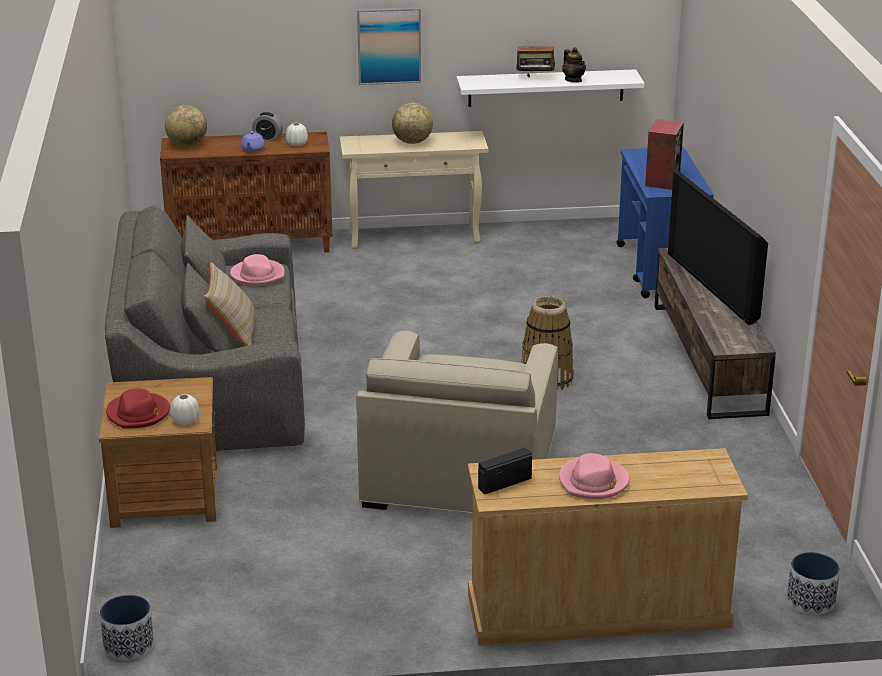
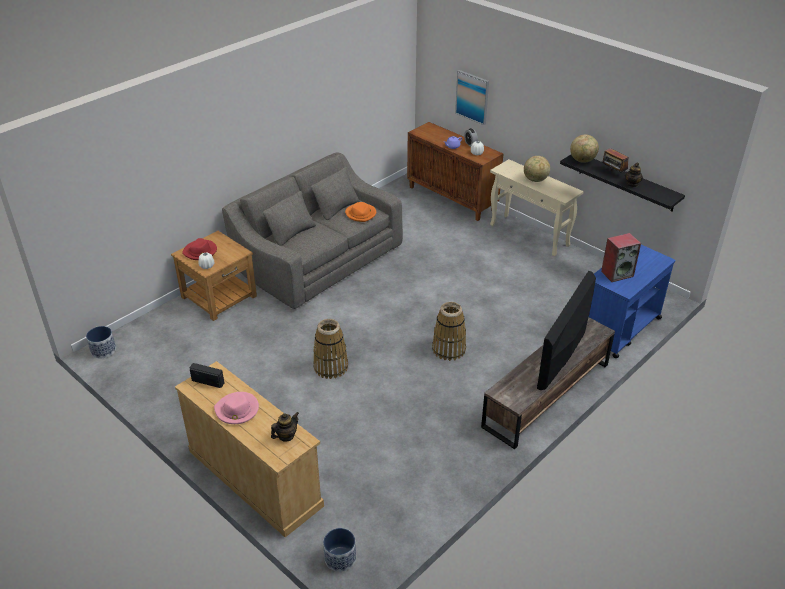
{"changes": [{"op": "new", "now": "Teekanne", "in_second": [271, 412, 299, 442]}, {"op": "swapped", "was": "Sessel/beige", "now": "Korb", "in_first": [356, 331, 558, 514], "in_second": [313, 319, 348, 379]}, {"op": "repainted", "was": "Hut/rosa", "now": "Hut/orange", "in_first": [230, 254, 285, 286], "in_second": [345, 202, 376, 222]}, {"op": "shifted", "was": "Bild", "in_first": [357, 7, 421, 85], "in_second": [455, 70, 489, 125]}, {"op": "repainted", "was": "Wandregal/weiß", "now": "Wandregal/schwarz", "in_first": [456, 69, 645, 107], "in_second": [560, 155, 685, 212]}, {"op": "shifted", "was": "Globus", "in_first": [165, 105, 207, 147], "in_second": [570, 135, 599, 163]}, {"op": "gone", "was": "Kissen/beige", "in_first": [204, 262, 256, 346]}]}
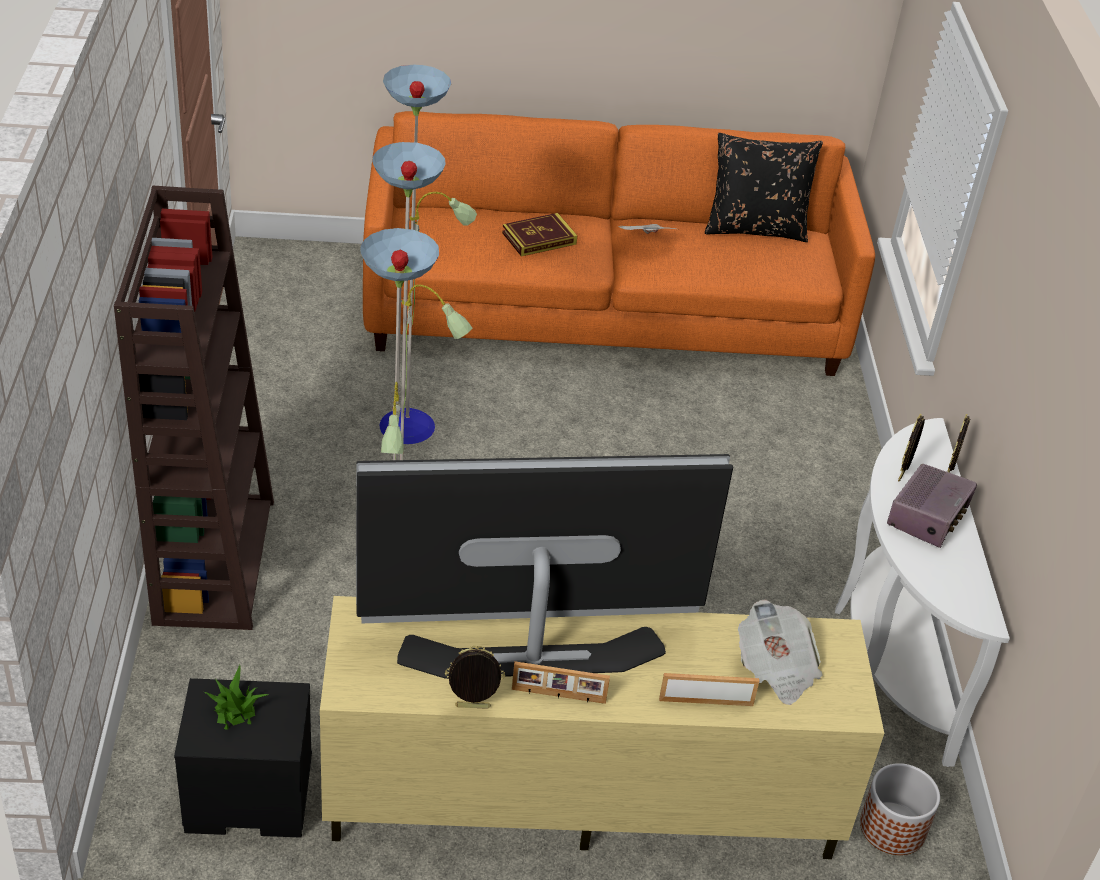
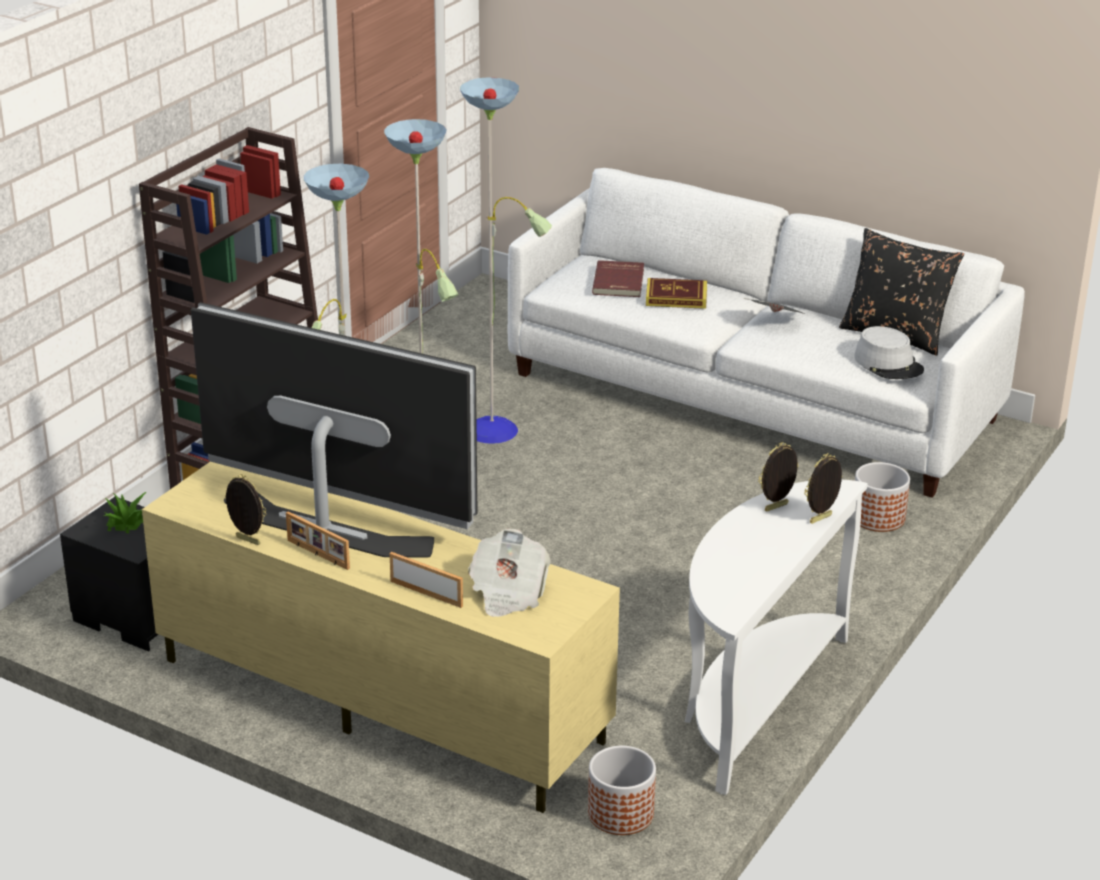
{"changes": [{"op": "repainted", "was": "Sofa/orange", "now": "Sofa/weiß", "in_first": [363, 111, 875, 376], "in_second": [508, 168, 1025, 498]}, {"op": "new", "now": "Buch/rot", "in_second": [592, 260, 644, 297]}, {"op": "new", "now": "Hut/grau", "in_second": [854, 326, 924, 379]}, {"op": "new", "now": "Pflanzkübel", "in_second": [855, 462, 910, 532]}, {"op": "gone", "was": "Radio", "in_first": [887, 464, 977, 548]}]}
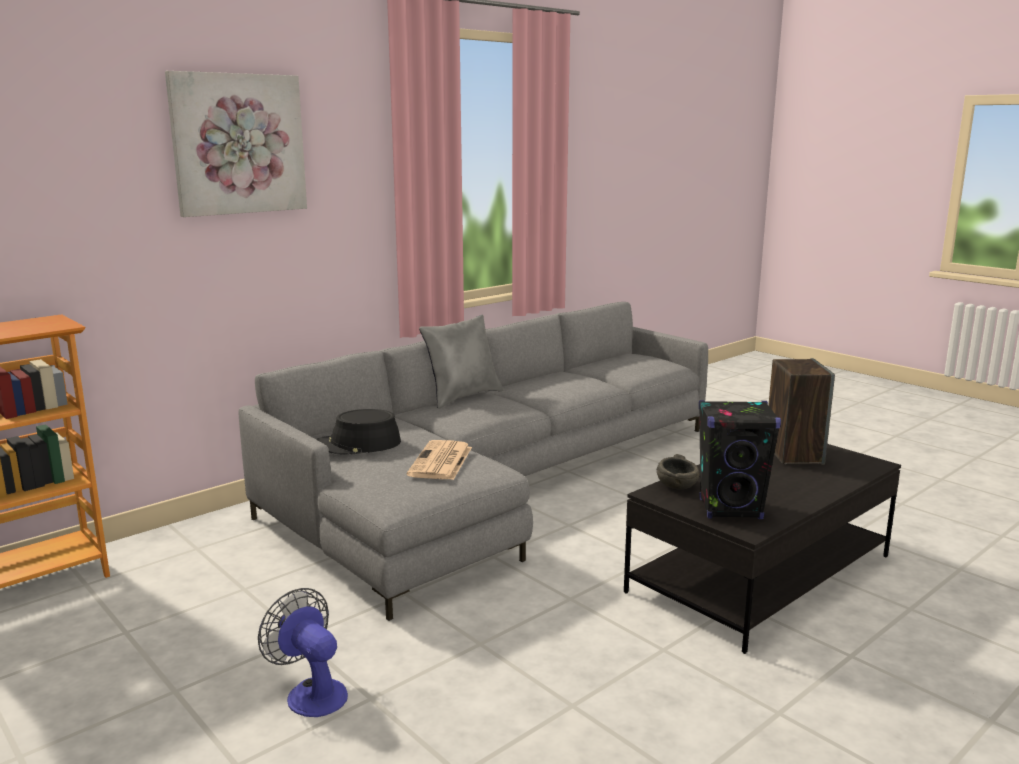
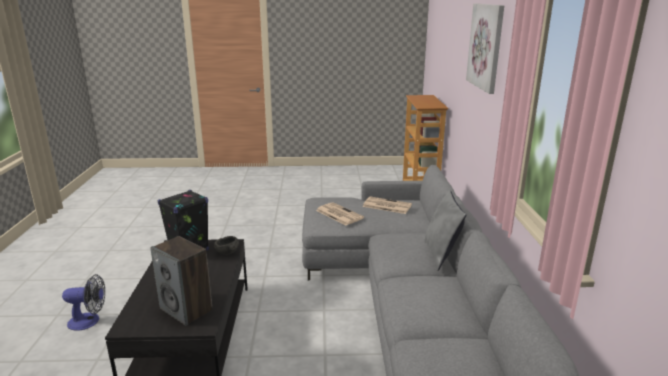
{"changes": [{"op": "shifted", "was": "Ventilator", "in_first": [258, 588, 348, 717], "in_second": [62, 274, 105, 331]}, {"op": "swapped", "was": "Hut/schwarz", "now": "Zeitung", "in_first": [316, 409, 401, 455], "in_second": [363, 196, 412, 214]}]}
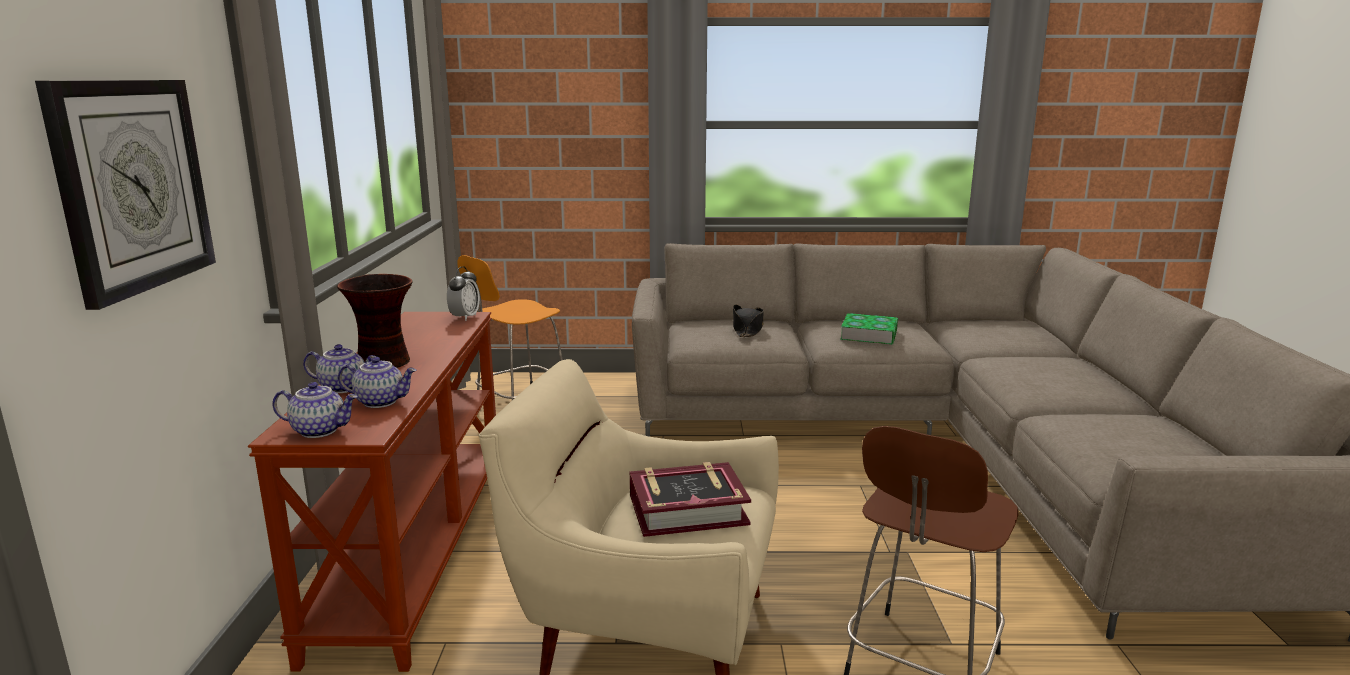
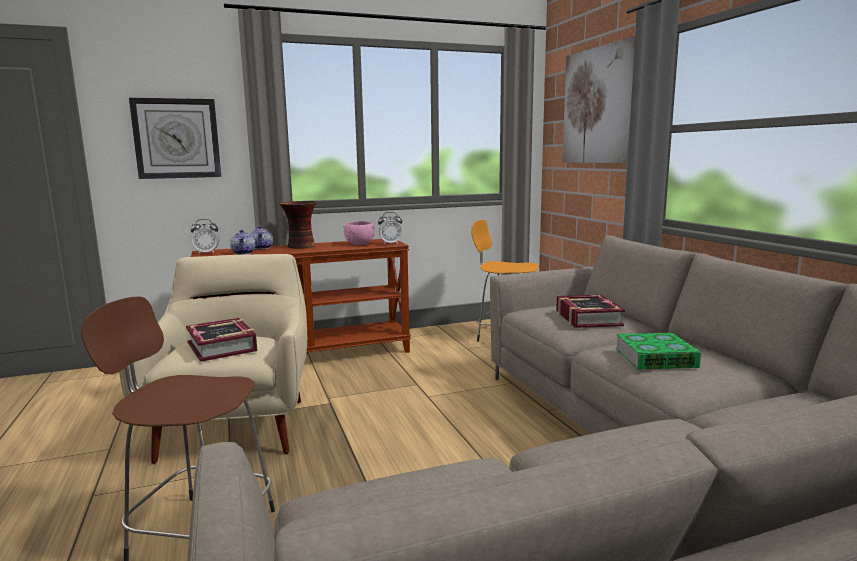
{"changes": [{"op": "swapped", "was": "Teekanne", "now": "Wecker", "in_first": [272, 382, 358, 438], "in_second": [191, 219, 219, 254]}, {"op": "new", "now": "Schüssel/rosa", "in_second": [343, 221, 375, 246]}, {"op": "swapped", "was": "Hut/schwarz", "now": "Buch", "in_first": [733, 304, 764, 337], "in_second": [556, 295, 625, 328]}, {"op": "new", "now": "Bild", "in_second": [562, 36, 635, 163]}]}
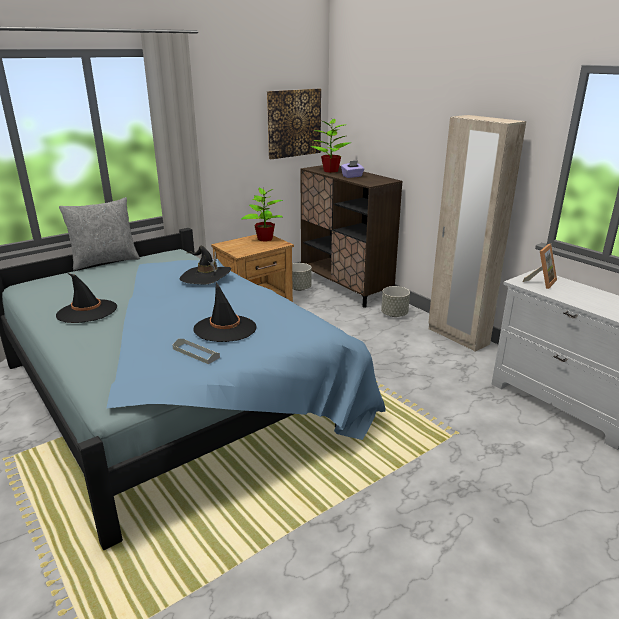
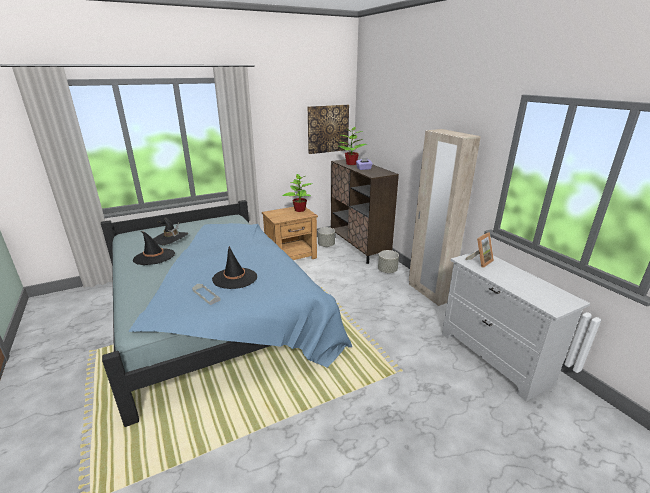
{"changes": [{"op": "shifted", "was": "Hut/schwarz", "in_first": [180, 246, 231, 284], "in_second": [153, 218, 188, 245]}, {"op": "gone", "was": "Kissen/grau", "in_first": [59, 197, 140, 271]}]}
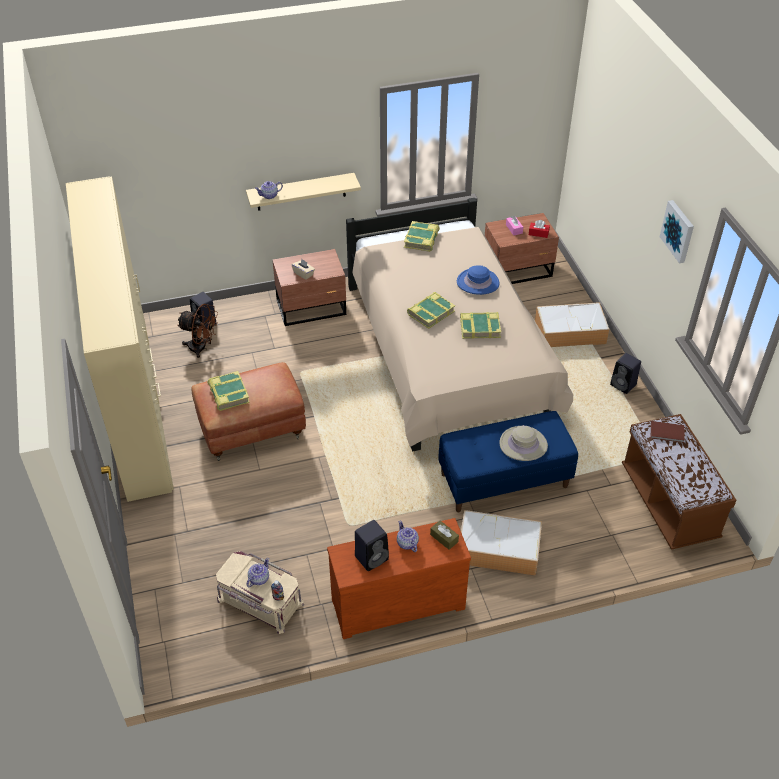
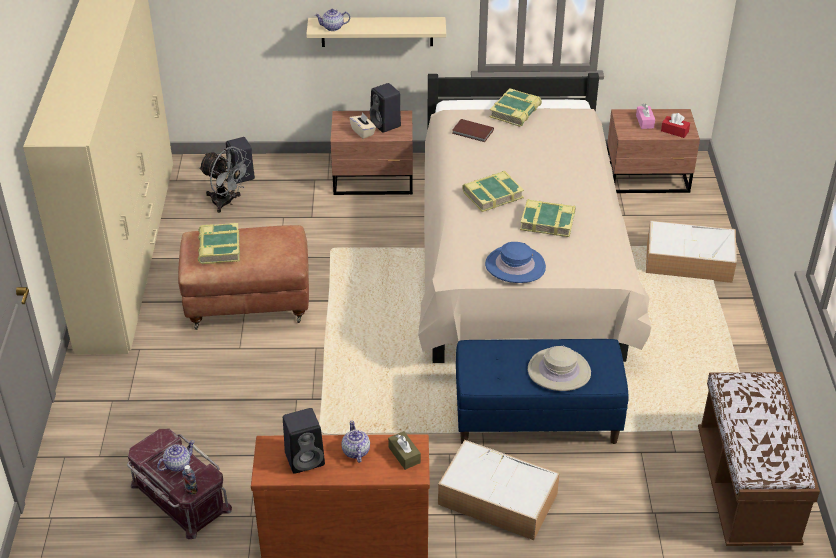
{"changes": [{"op": "repainted", "was": "Aufbewahrungsbox/beige", "now": "Aufbewahrungsbox/rot", "in_first": [216, 551, 304, 634], "in_second": [127, 429, 232, 539]}, {"op": "repainted", "was": "Ventilator/braun", "now": "Ventilator/grau", "in_first": [177, 304, 218, 358], "in_second": [199, 147, 251, 213]}, {"op": "shifted", "was": "Lautsprecher/schwarz", "in_first": [610, 353, 641, 394], "in_second": [370, 83, 401, 133]}, {"op": "shifted", "was": "Buch/braun", "in_first": [651, 421, 685, 443], "in_second": [452, 119, 494, 142]}, {"op": "shifted", "was": "Hut/blau", "in_first": [457, 265, 500, 295], "in_second": [485, 242, 546, 283]}, {"op": "gone", "was": "Bild", "in_first": [660, 200, 694, 263]}]}
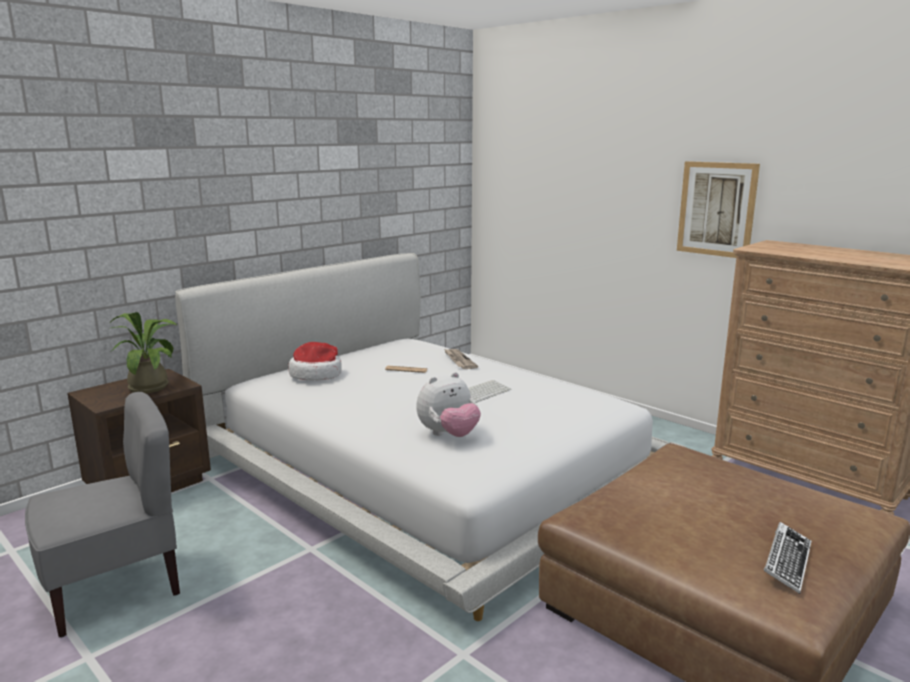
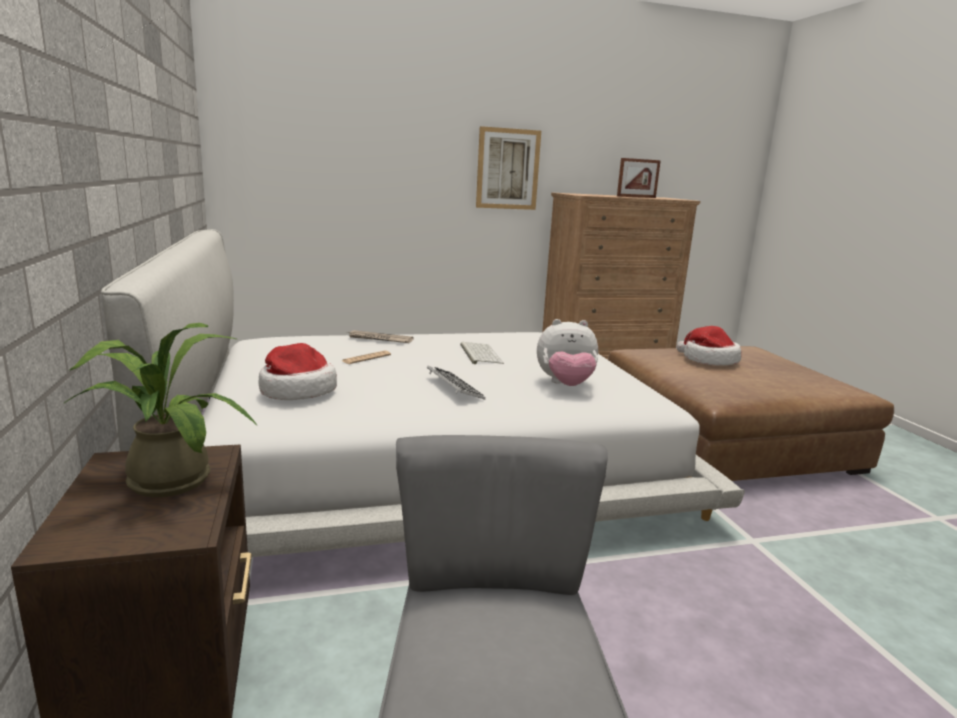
{"changes": [{"op": "shifted", "was": "Tastatur", "in_first": [764, 522, 812, 594], "in_second": [427, 366, 485, 400]}, {"op": "rotated", "was": "Plüschtier", "in_first": [416, 372, 481, 437], "in_second": [537, 319, 598, 386], "clockwise": 90}, {"op": "new", "now": "Bilderrahmen", "in_second": [617, 158, 661, 198]}, {"op": "new", "now": "Hut", "in_second": [677, 326, 742, 366]}]}
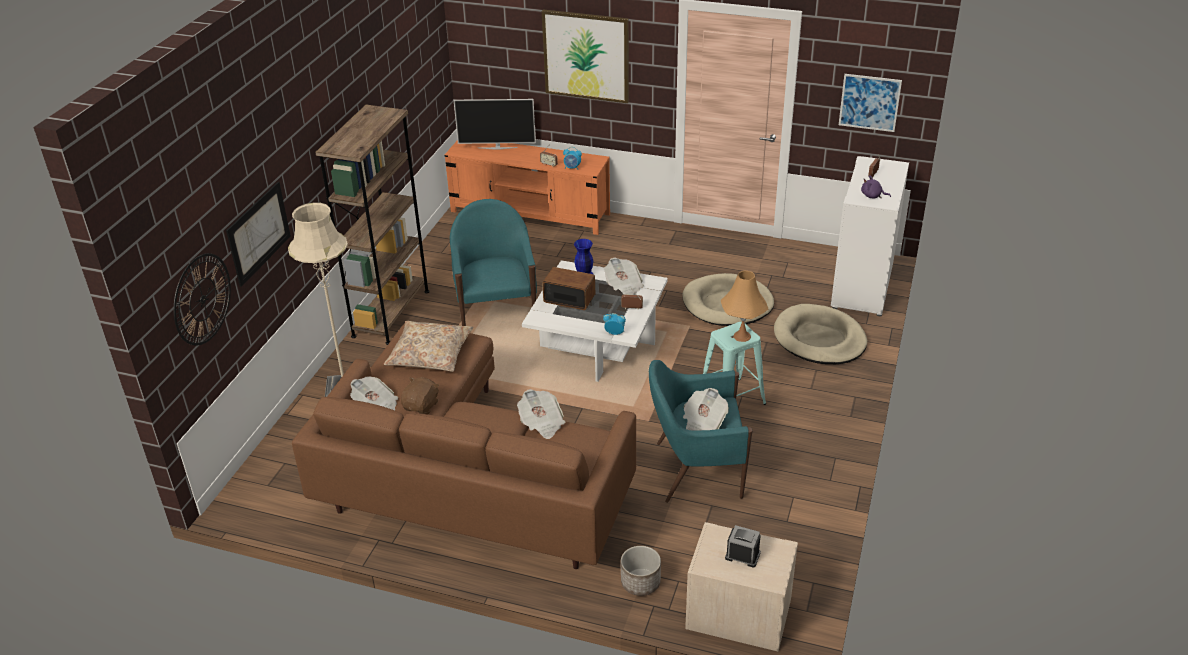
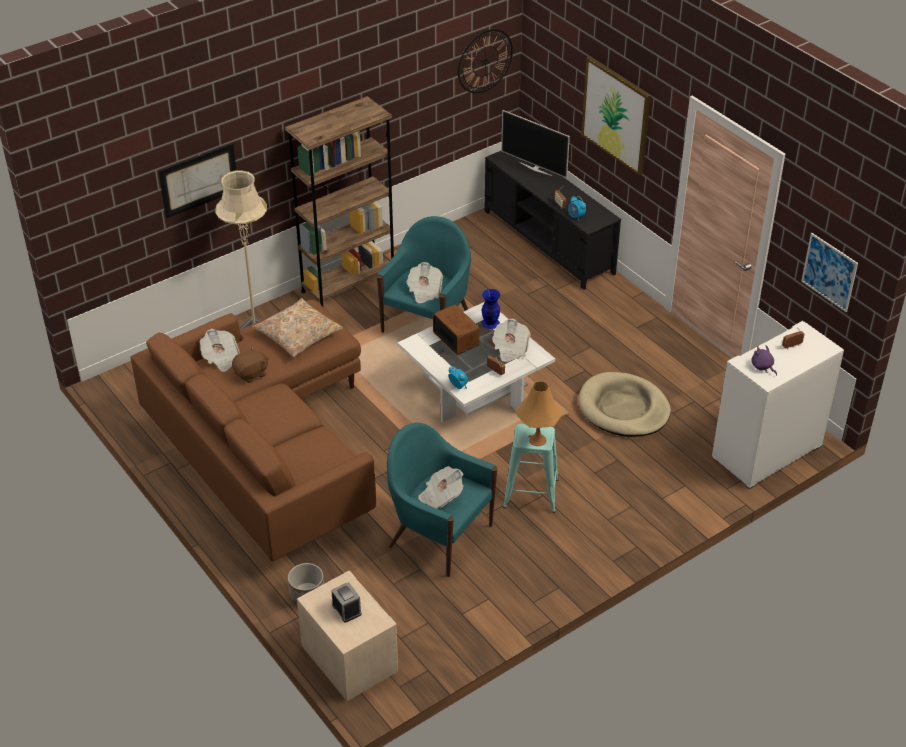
{"changes": [{"op": "shifted", "was": "Zeitung", "in_first": [517, 389, 565, 439], "in_second": [406, 262, 443, 303]}, {"op": "shifted", "was": "Wanduhr", "in_first": [174, 253, 231, 345], "in_second": [458, 29, 513, 93]}, {"op": "repainted", "was": "Fernsehschrank/orange", "now": "Fernsehschrank/schwarz", "in_first": [445, 140, 610, 235], "in_second": [485, 151, 621, 290]}, {"op": "gone", "was": "Hundebett/beige", "in_first": [774, 304, 867, 364]}]}
